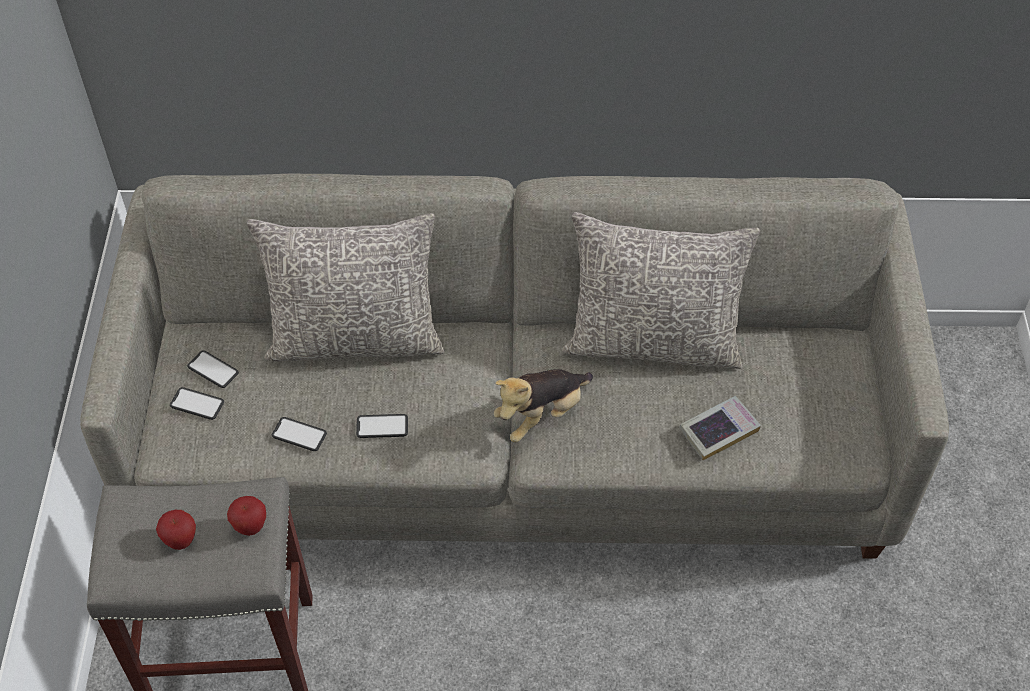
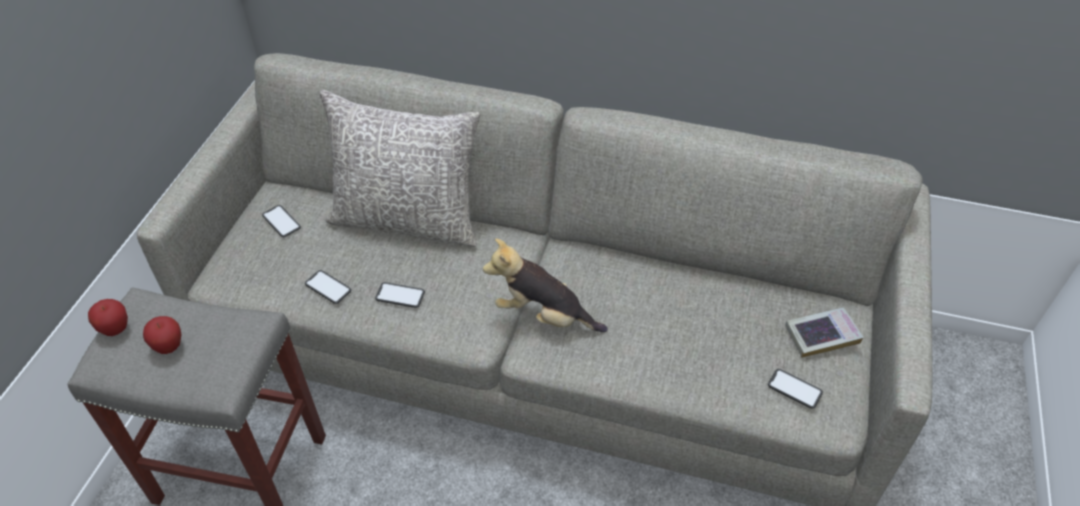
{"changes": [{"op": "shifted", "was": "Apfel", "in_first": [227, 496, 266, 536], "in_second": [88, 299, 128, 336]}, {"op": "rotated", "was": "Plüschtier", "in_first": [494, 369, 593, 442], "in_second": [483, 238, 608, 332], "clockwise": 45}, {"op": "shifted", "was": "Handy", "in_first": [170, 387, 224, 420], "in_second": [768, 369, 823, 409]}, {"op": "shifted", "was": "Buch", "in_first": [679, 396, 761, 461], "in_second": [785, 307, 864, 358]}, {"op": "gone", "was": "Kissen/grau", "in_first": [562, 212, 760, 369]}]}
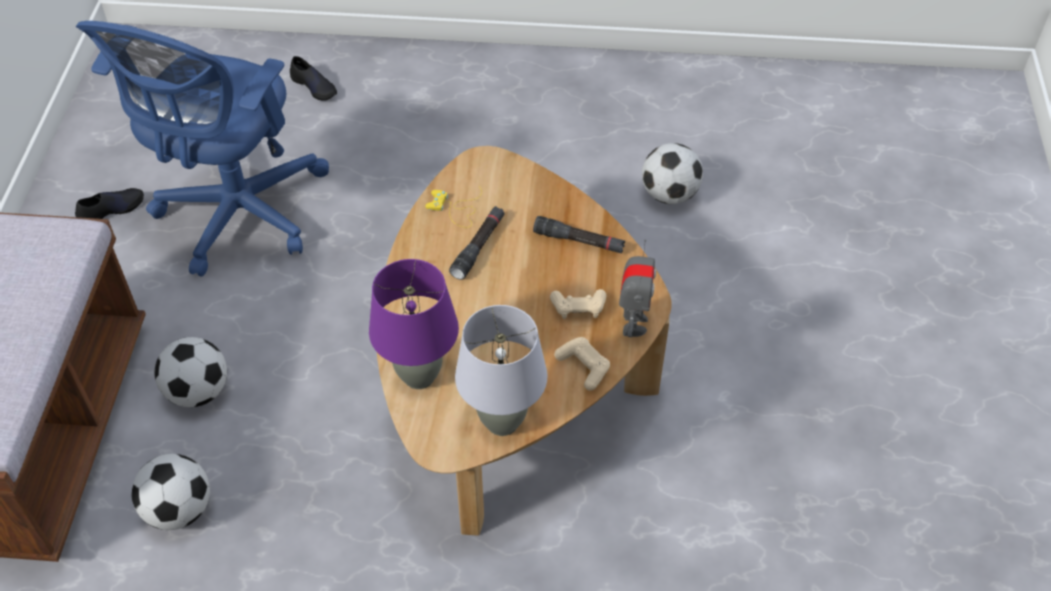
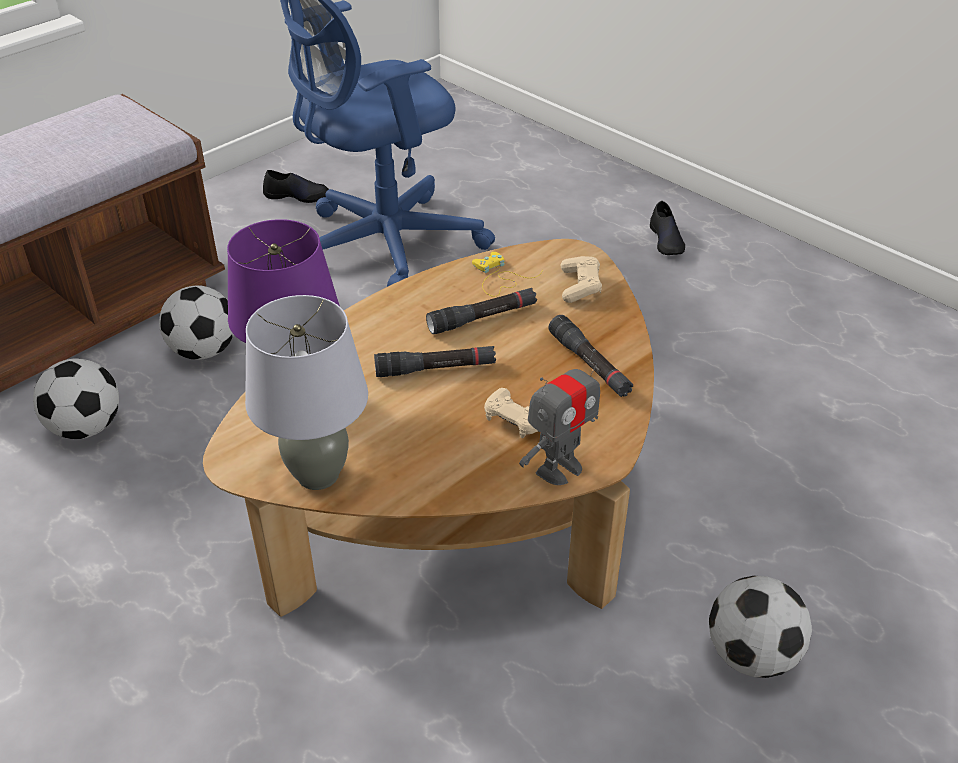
{"changes": [{"op": "new", "now": "Taschenlampe/schwarz", "in_second": [374, 346, 496, 377]}, {"op": "shifted", "was": "Gamepad/beige", "in_first": [554, 337, 610, 391], "in_second": [561, 256, 602, 303]}, {"op": "shifted", "was": "Schuh/schwarz", "in_first": [290, 56, 337, 101], "in_second": [650, 201, 685, 255]}, {"op": "shifted", "was": "Fußball", "in_first": [642, 143, 703, 204], "in_second": [709, 576, 812, 678]}]}
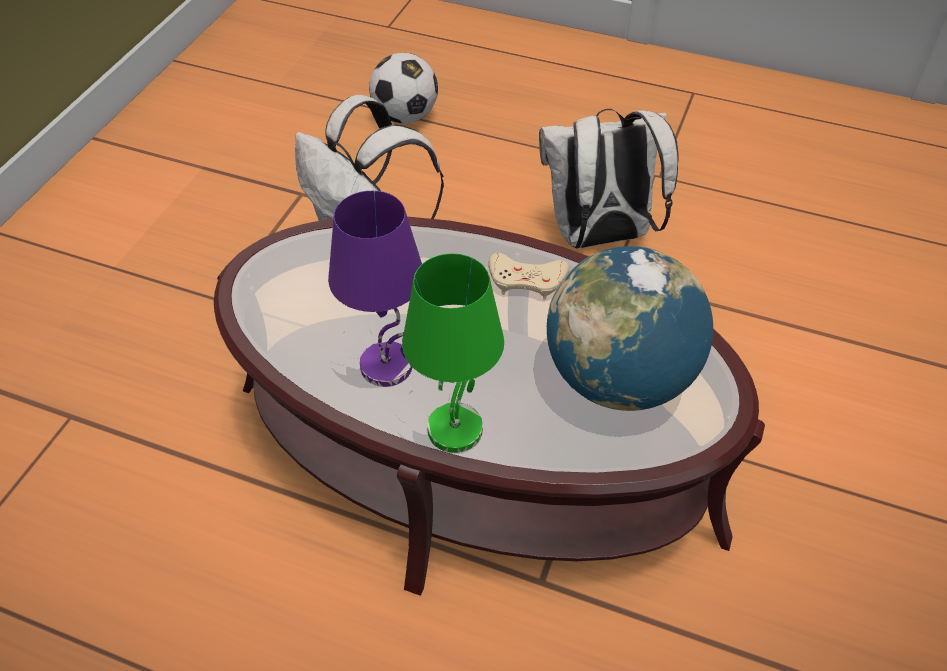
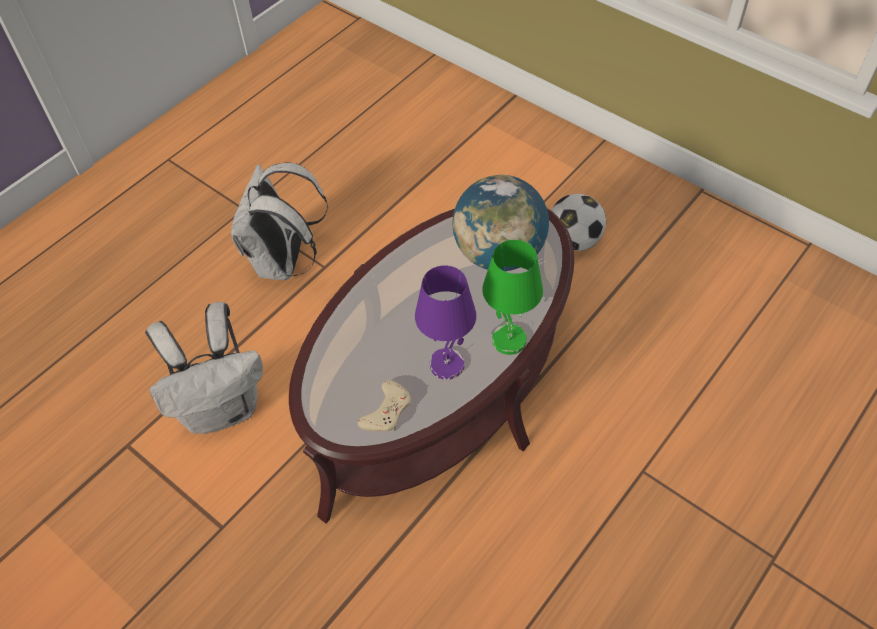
{"changes": [{"op": "shifted", "was": "Gamepad/beige", "in_first": [488, 253, 570, 300], "in_second": [358, 380, 411, 431]}, {"op": "shifted", "was": "Fußball", "in_first": [369, 53, 438, 124], "in_second": [551, 194, 606, 251]}]}
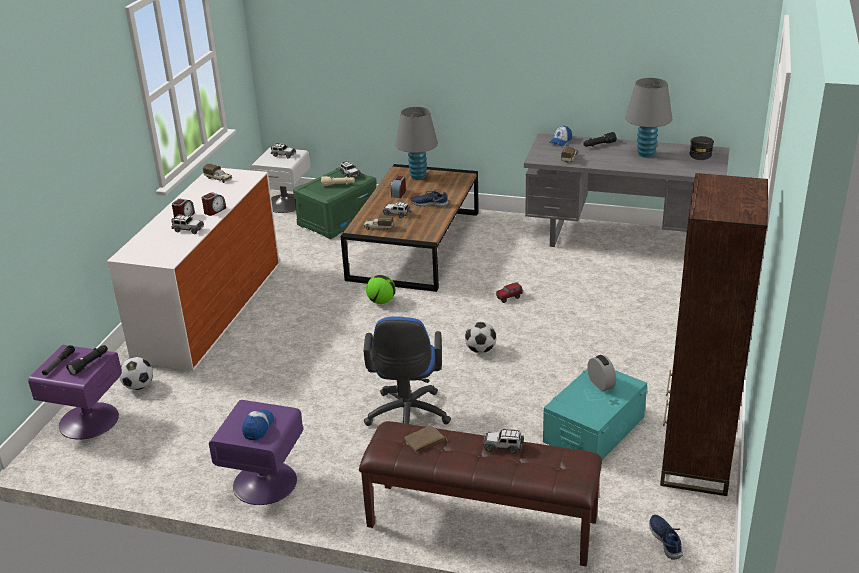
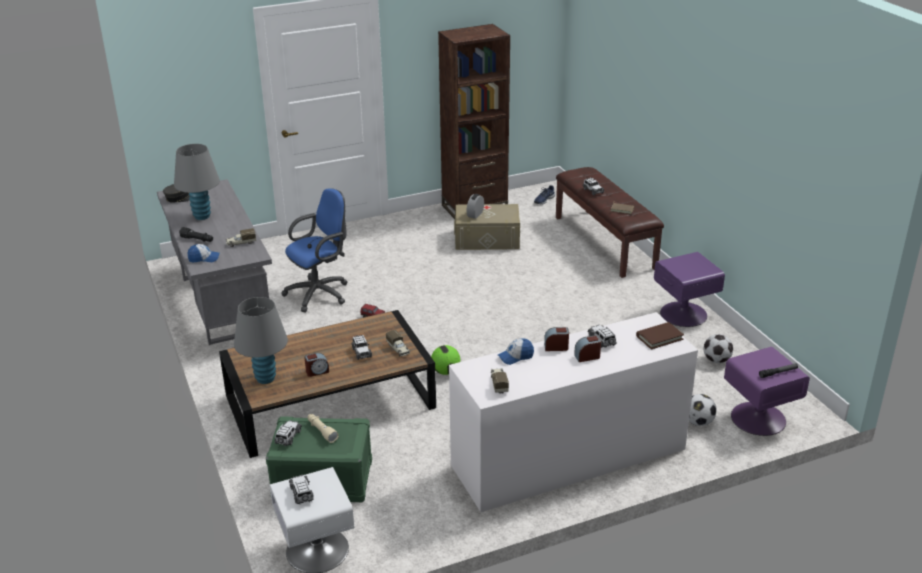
{"changes": [{"op": "shifted", "was": "Bürostuhl/blau", "in_first": [364, 316, 451, 426], "in_second": [281, 188, 347, 312]}, {"op": "repainted", "was": "Aufbewahrungsbox/türkis", "now": "Aufbewahrungsbox/beige", "in_first": [543, 369, 647, 460], "in_second": [454, 204, 520, 250]}, {"op": "shifted", "was": "Kappe", "in_first": [242, 410, 274, 440], "in_second": [498, 339, 534, 365]}, {"op": "new", "now": "Buch/braun", "in_second": [636, 322, 684, 349]}, {"op": "shifted", "was": "Fußball", "in_first": [465, 322, 496, 354], "in_second": [704, 334, 733, 363]}, {"op": "gone", "was": "Taschenlampe/schwarz", "in_first": [66, 345, 108, 375]}, {"op": "gone", "was": "Schuh/blau", "in_first": [411, 190, 449, 207]}]}
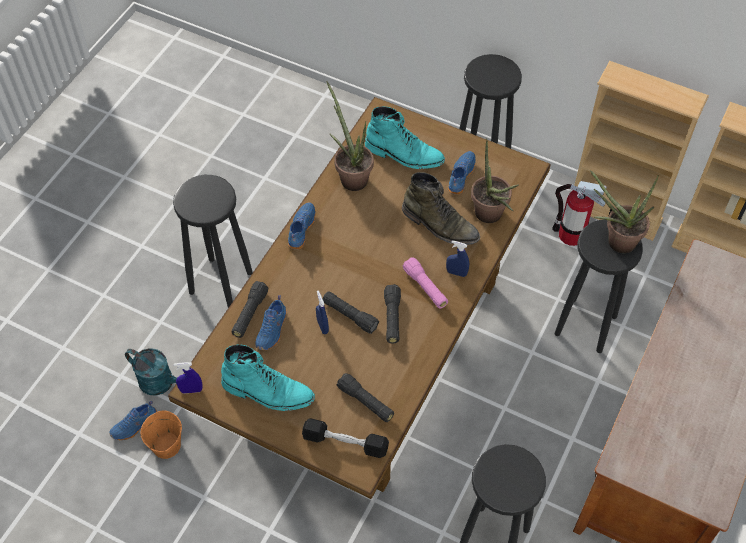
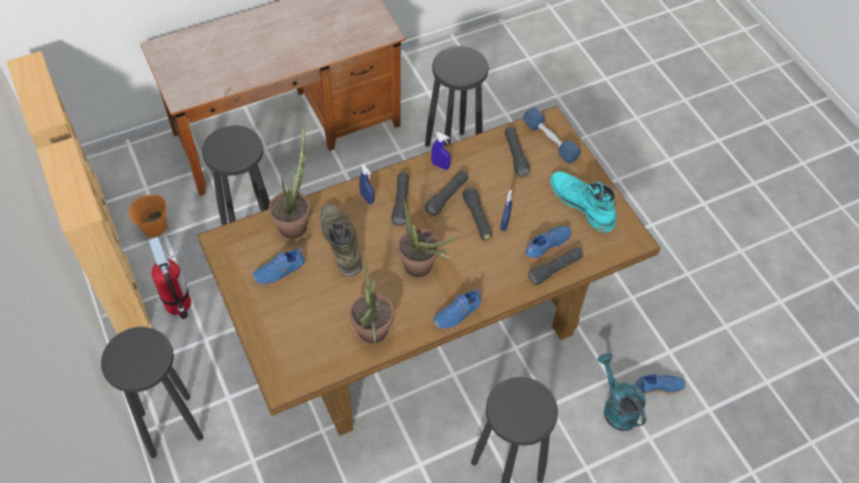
{"changes": [{"op": "shifted", "was": "Eimer/orange", "in_first": [141, 411, 182, 459], "in_second": [129, 195, 167, 237]}, {"op": "repainted", "was": "Taschenlampe/rosa", "now": "Taschenlampe/schwarz", "in_first": [403, 257, 448, 309], "in_second": [391, 172, 409, 226]}, {"op": "shifted", "was": "Topfpflanze", "in_first": [590, 170, 659, 253], "in_second": [398, 198, 459, 277]}, {"op": "shifted", "was": "Sprühflasche/blau", "in_first": [174, 362, 203, 394], "in_second": [431, 132, 451, 170]}, {"op": "repainted", "was": "Hantel/schwarz", "now": "Hantel/blau", "in_first": [302, 418, 389, 458], "in_second": [523, 108, 581, 164]}, {"op": "gone", "was": "Stiefel/türkis", "in_first": [365, 106, 445, 169]}]}
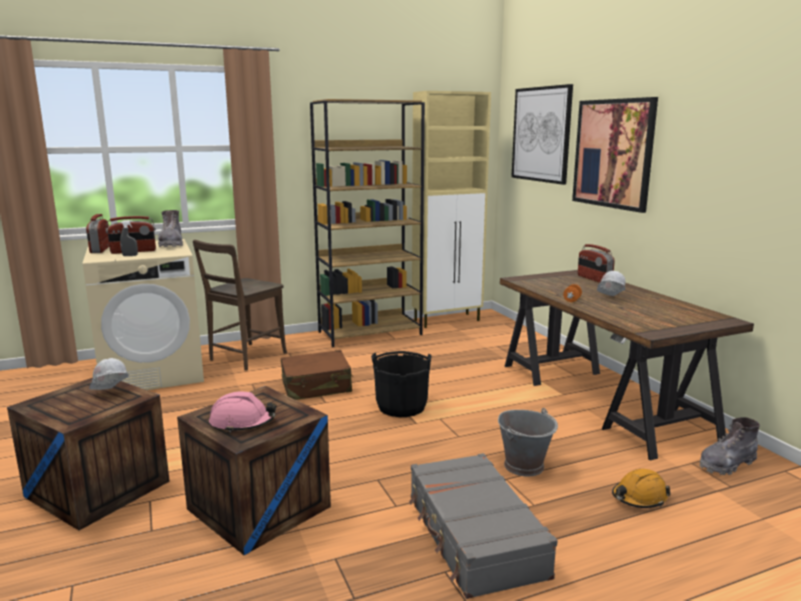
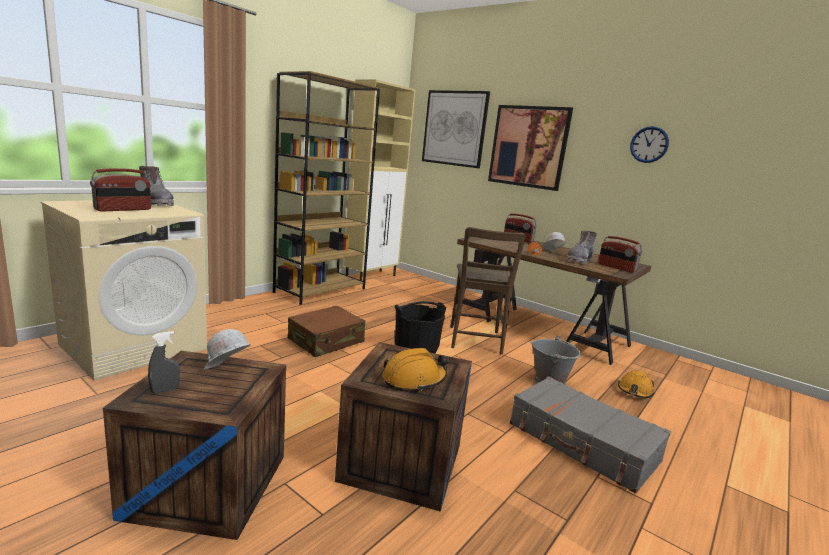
{"changes": [{"op": "shifted", "was": "Sprühflasche/grau", "in_first": [120, 220, 138, 256], "in_second": [148, 331, 180, 394]}, {"op": "repainted", "was": "Schutzhelm/rosa", "now": "Schutzhelm/orange", "in_first": [209, 391, 277, 433], "in_second": [383, 348, 449, 391]}, {"op": "shifted", "was": "Stuhl/braun", "in_first": [193, 240, 287, 371], "in_second": [450, 227, 526, 354]}, {"op": "shifted", "was": "Stiefel/grau", "in_first": [699, 417, 760, 475], "in_second": [567, 231, 597, 264]}, {"op": "shifted", "was": "Radio", "in_first": [86, 214, 109, 253], "in_second": [598, 236, 642, 273]}, {"op": "new", "now": "Wanduhr", "in_second": [630, 126, 669, 163]}]}
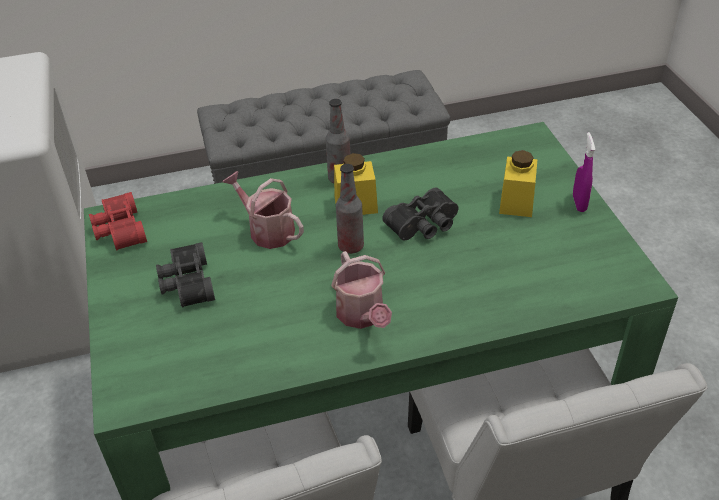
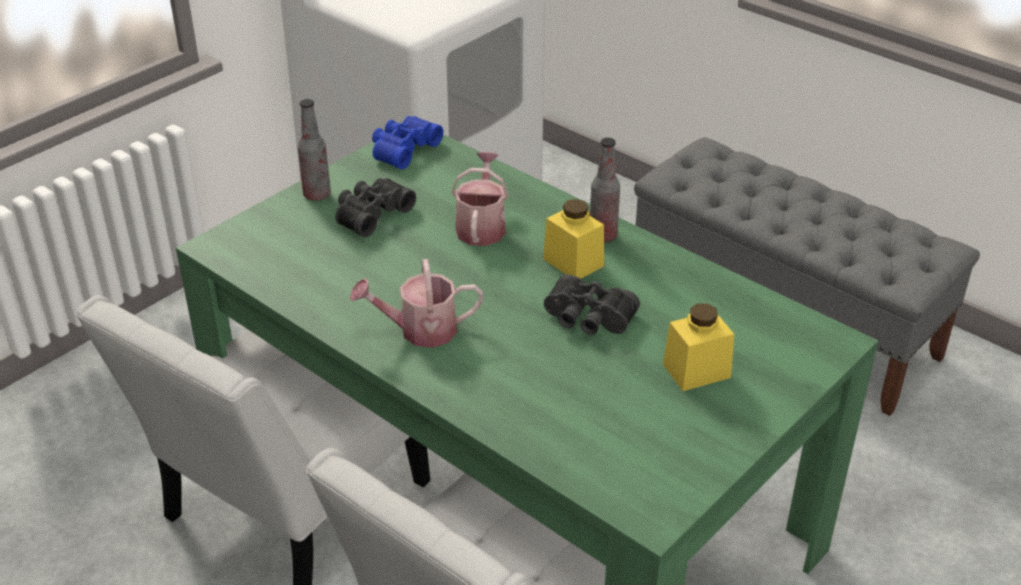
{"changes": [{"op": "shifted", "was": "Flasche", "in_first": [336, 164, 364, 254], "in_second": [298, 99, 331, 201]}, {"op": "rotated", "was": "Gießkanne", "in_first": [331, 251, 392, 329], "in_second": [350, 259, 483, 348], "clockwise": 45}, {"op": "repainted", "was": "Fernglas/rot", "now": "Fernglas/blau", "in_first": [89, 192, 147, 251], "in_second": [372, 116, 443, 170]}, {"op": "gone", "was": "Sprühflasche/lila", "in_first": [573, 132, 595, 212]}]}
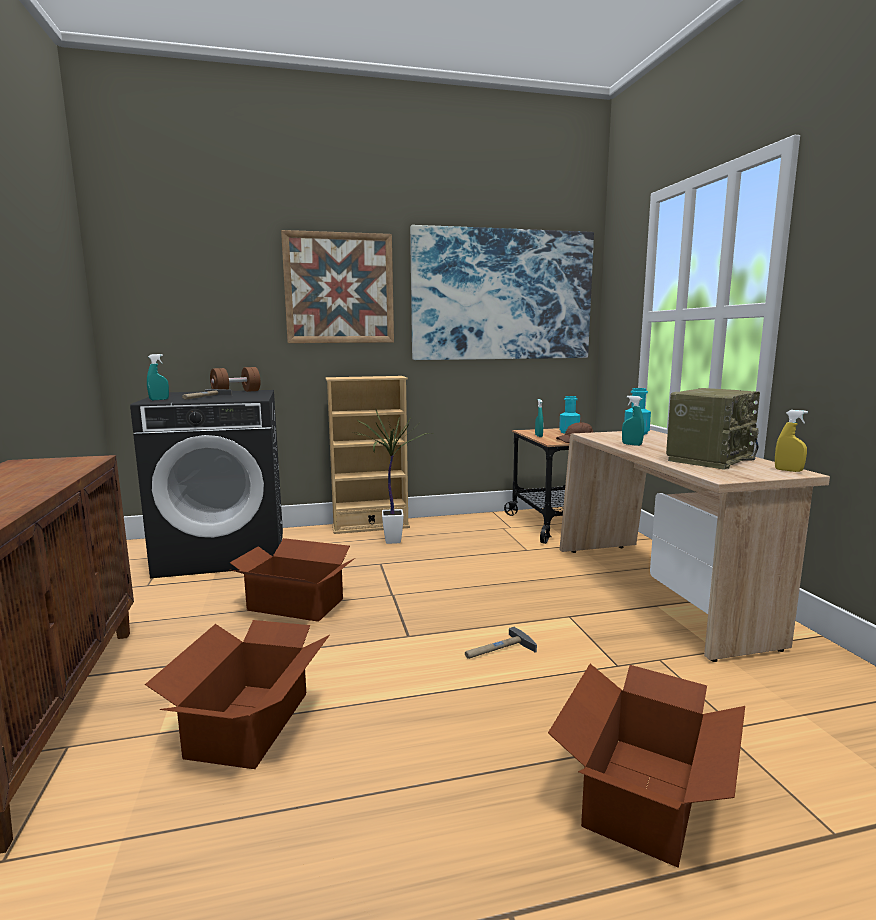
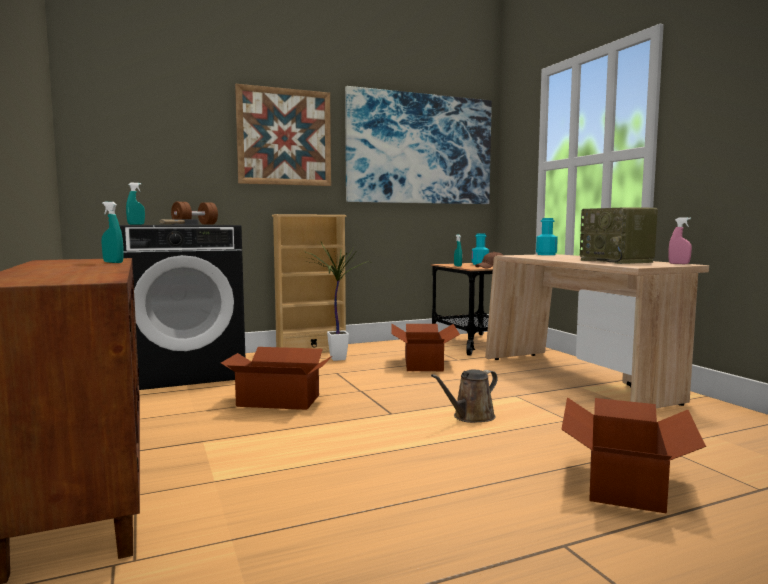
{"changes": [{"op": "shifted", "was": "Sprühflasche/türkis", "in_first": [622, 395, 644, 446], "in_second": [101, 202, 124, 263]}, {"op": "shifted", "was": "Karton", "in_first": [145, 620, 330, 769], "in_second": [391, 323, 460, 371]}, {"op": "swapped", "was": "Hammer", "now": "Gießkanne/braun", "in_first": [465, 627, 537, 659], "in_second": [431, 369, 498, 423]}, {"op": "rotated", "was": "Radio", "in_first": [666, 388, 760, 470], "in_second": [580, 207, 658, 264], "clockwise": 120}, {"op": "repainted", "was": "Sprühflasche/gelb", "now": "Sprühflasche/rosa", "in_first": [775, 410, 808, 472], "in_second": [668, 217, 692, 264]}]}
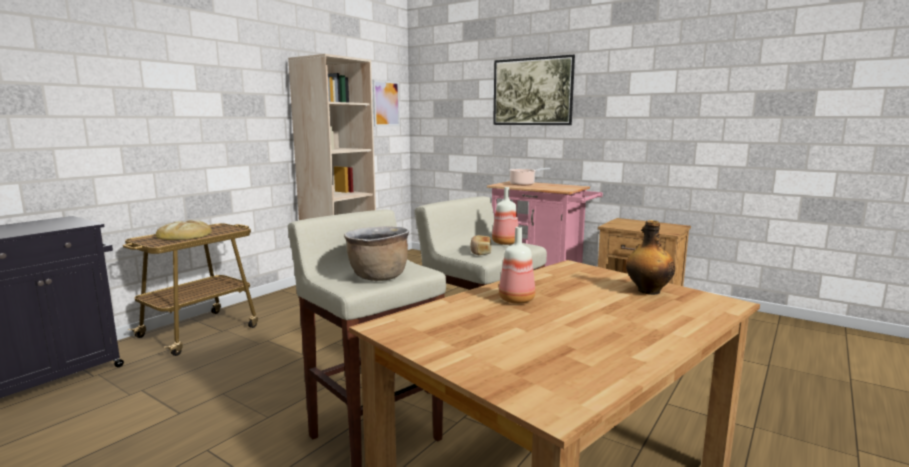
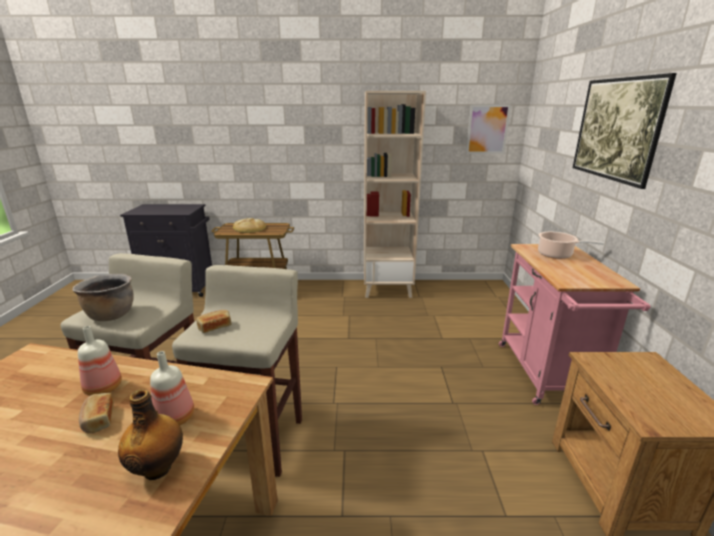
{"changes": [{"op": "new", "now": "Brot", "in_second": [79, 393, 114, 433]}, {"op": "shifted", "was": "Flasche", "in_first": [492, 187, 519, 245], "in_second": [150, 351, 194, 425]}]}
